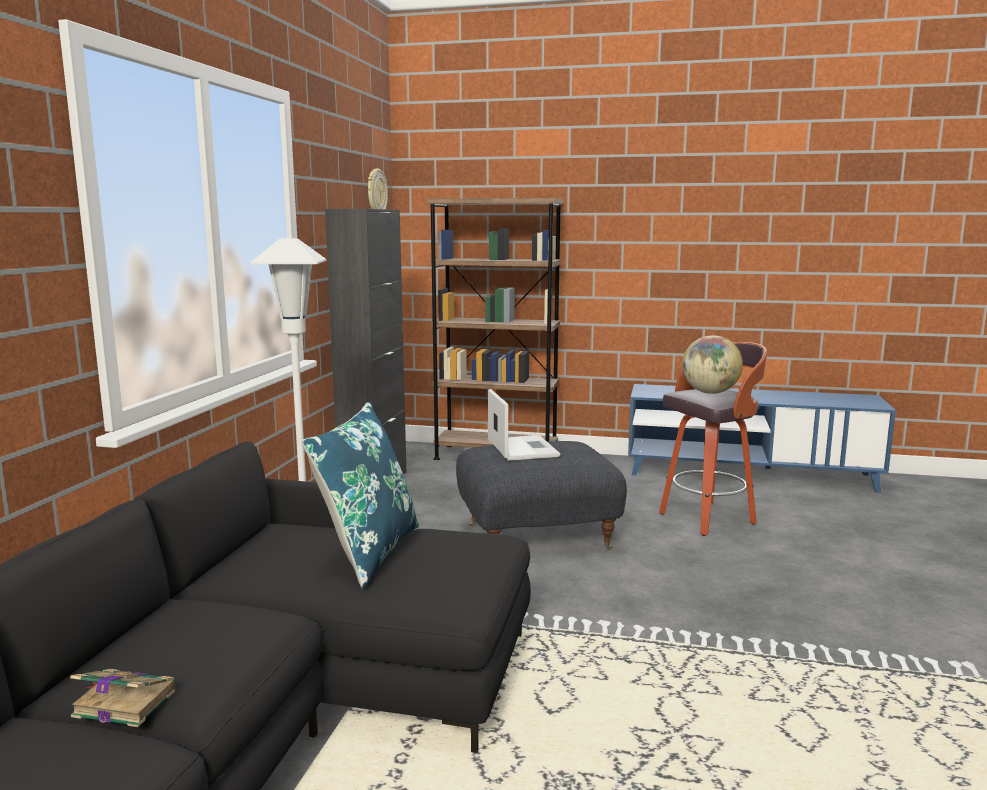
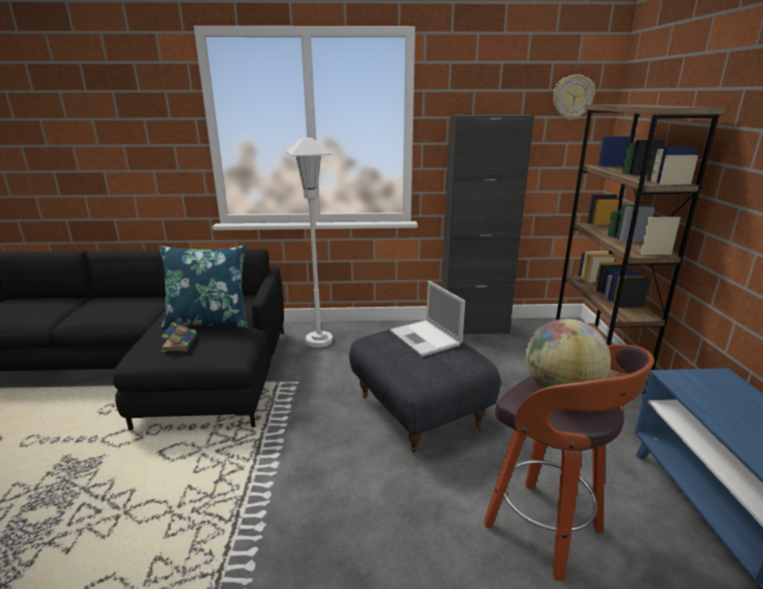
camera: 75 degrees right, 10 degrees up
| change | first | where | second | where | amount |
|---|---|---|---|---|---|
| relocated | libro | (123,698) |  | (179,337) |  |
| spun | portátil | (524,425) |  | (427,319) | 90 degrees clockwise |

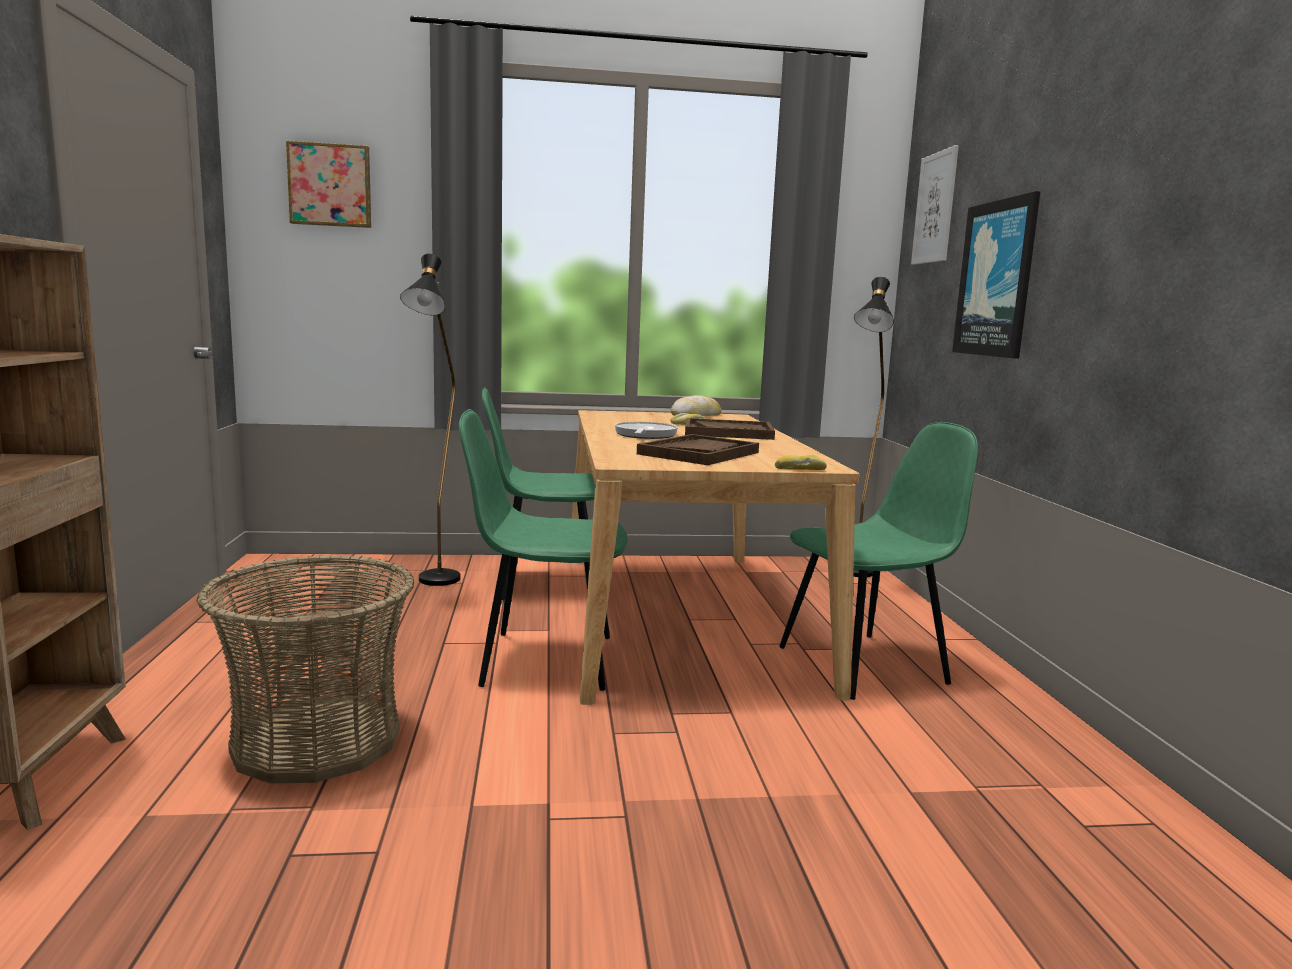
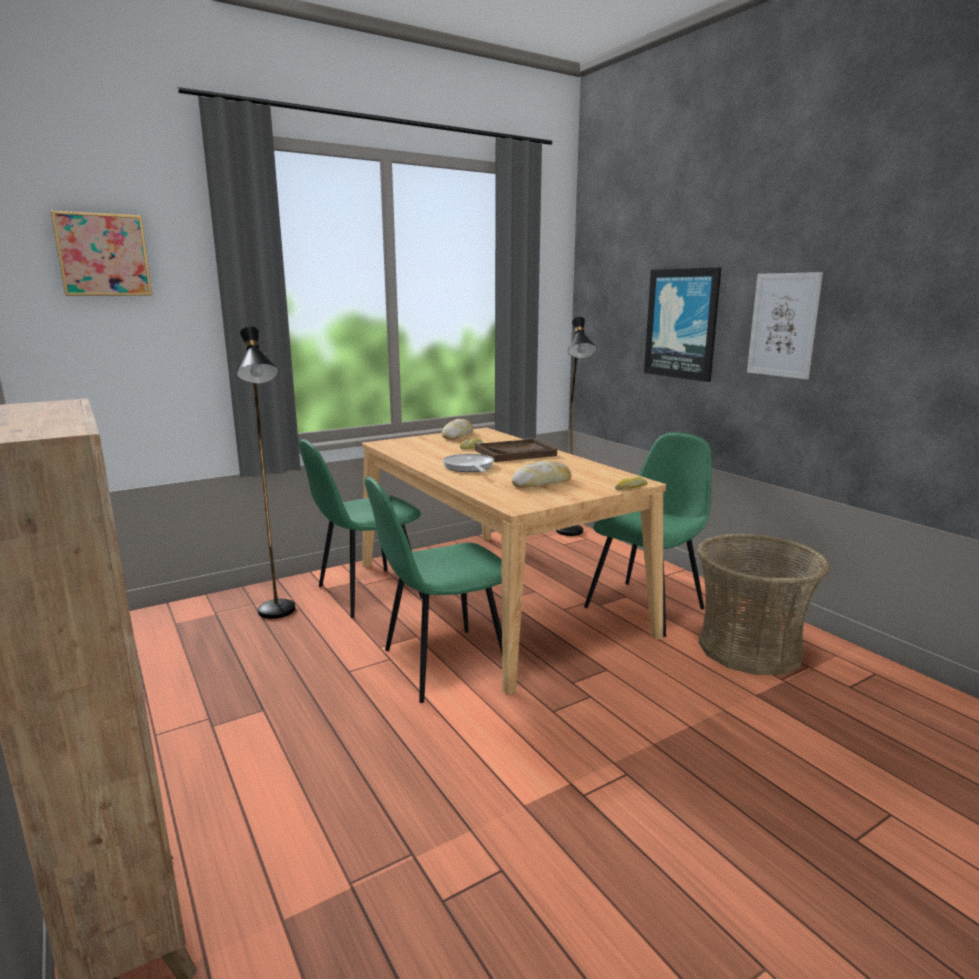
camera: 25 degrees left, 5 degrees up
| change | first | where | second | where | amount |
|---|---|---|---|---|---|
| exchanged | bandeja (marrón) | (698,449) | pan | (541,474) |  |
| relocated | cesta | (305,669) |  | (763,604) |  |
| relocated | cuadro | (935,205) |  | (785,326) |  |

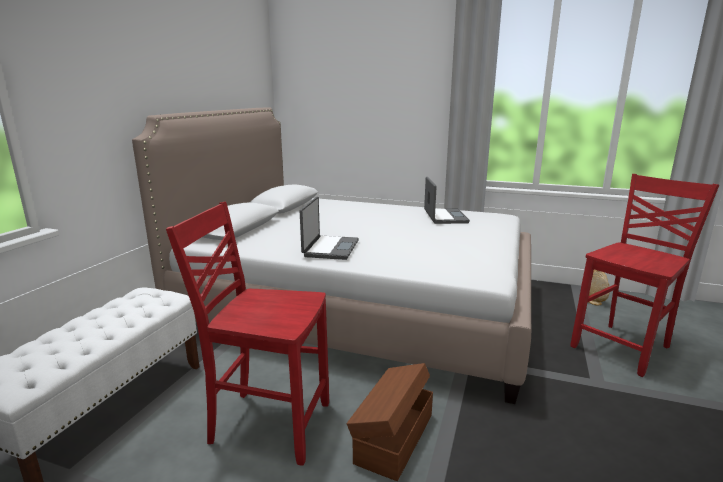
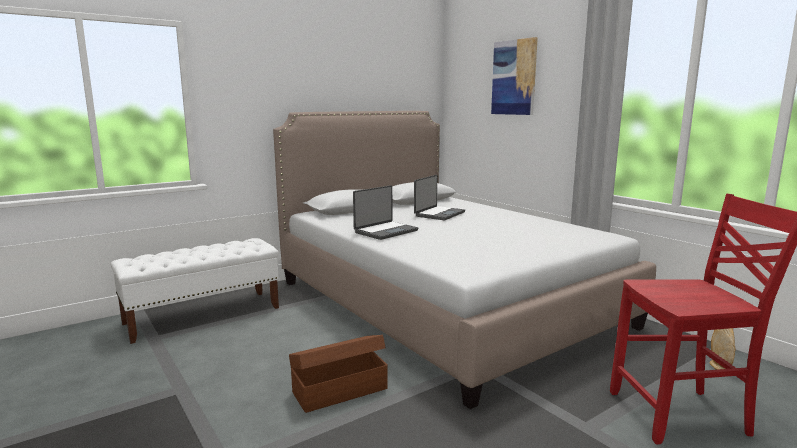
camera: 35 degrees right, 5 degrees down
| change | first | where | second | where | amount |
|---|---|---|---|---|---|
| relocated | portátil | (447,200) |  | (439,197) |  |
| appeared |  |  | cuadro | (514,76) |  |
| missing | silla (rojo) | (247,334) |  |  |  |

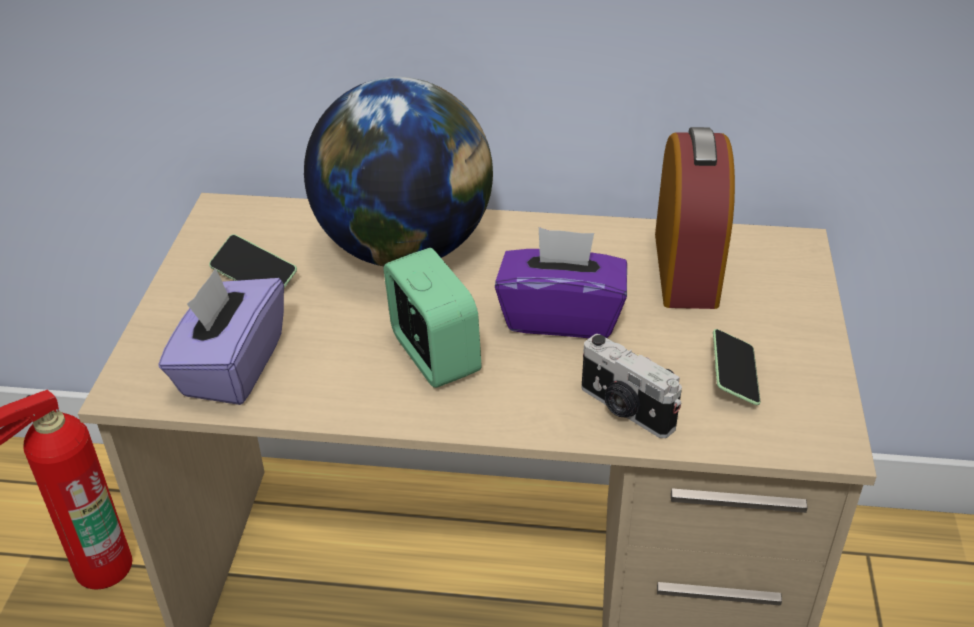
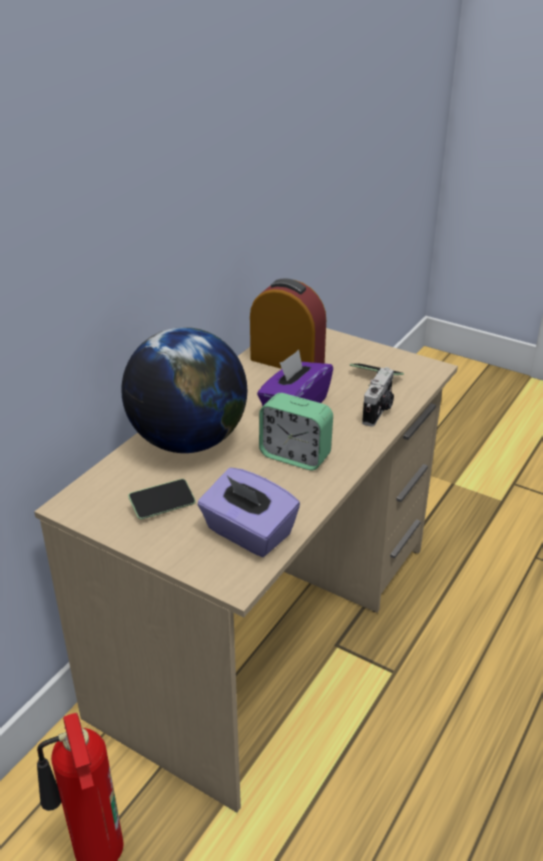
camera: 65 degrees left, 5 degrees down
| change | first | where | second | where | amount |
|---|---|---|---|---|---|
| spun | despertador | (432,318) |  | (296,431) | 150 degrees counterclockwise |
| spun | cámara | (631,386) |  | (378,397) | 45 degrees counterclockwise |

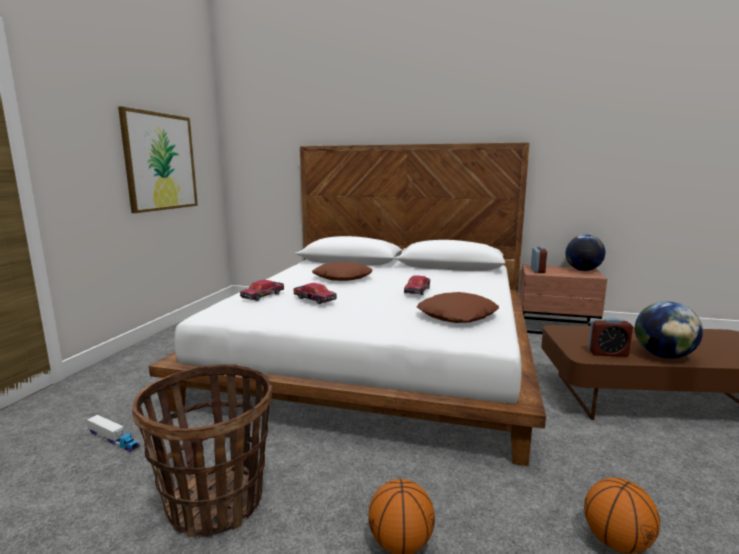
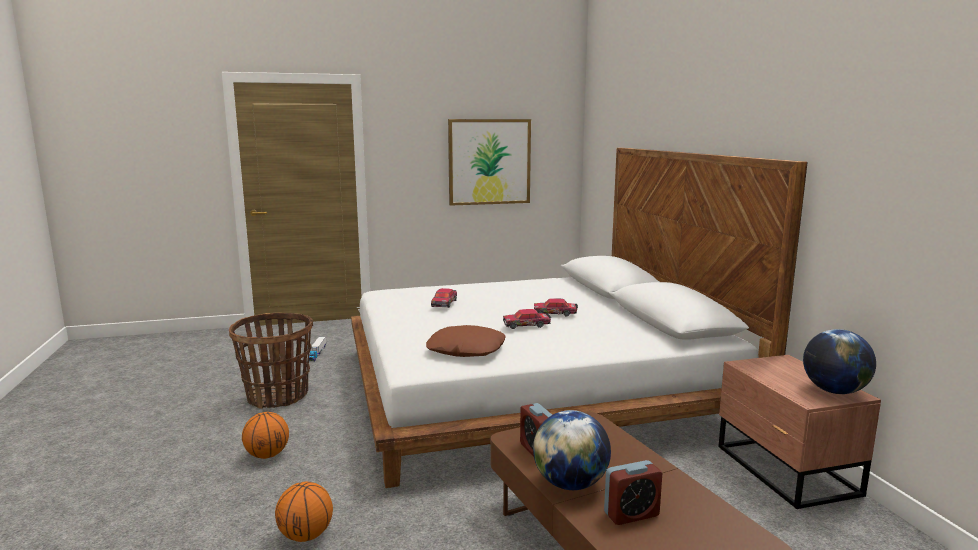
camera: 60 degrees right, 0 degrees up
| change | first | where | second | where | amount |
|---|---|---|---|---|---|
| relocated | coche de juguete | (262,290) |  | (556,307) |  |
| relocated | despertador | (539,259) |  | (633,492) |  |
| missing | cojín (marrón) | (342,271) |  |  |  |

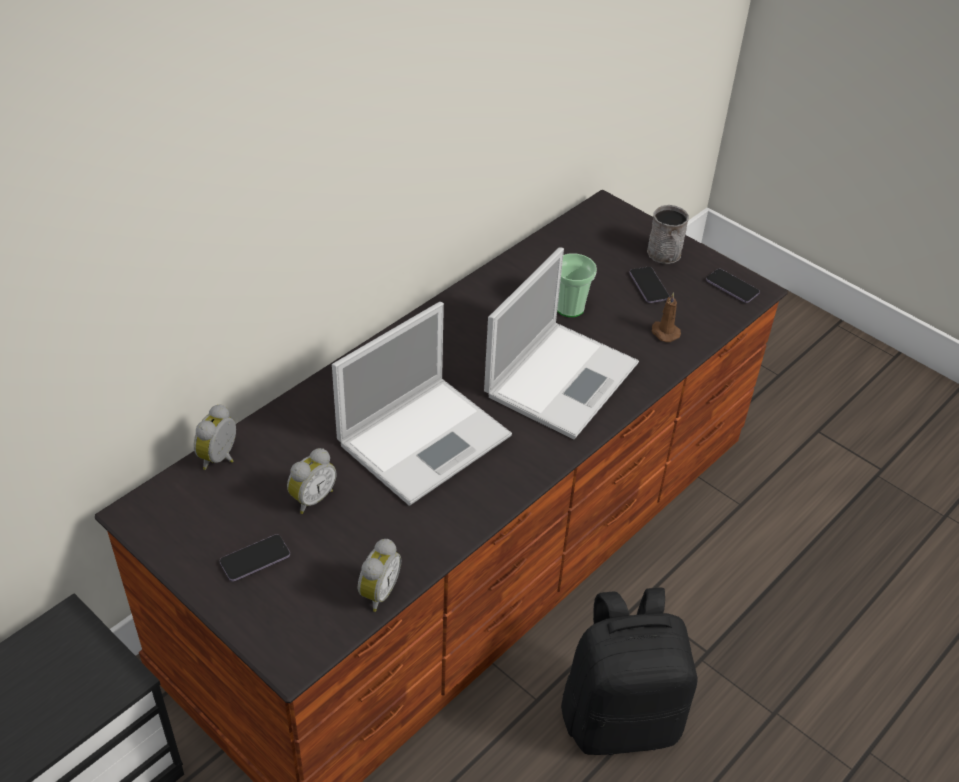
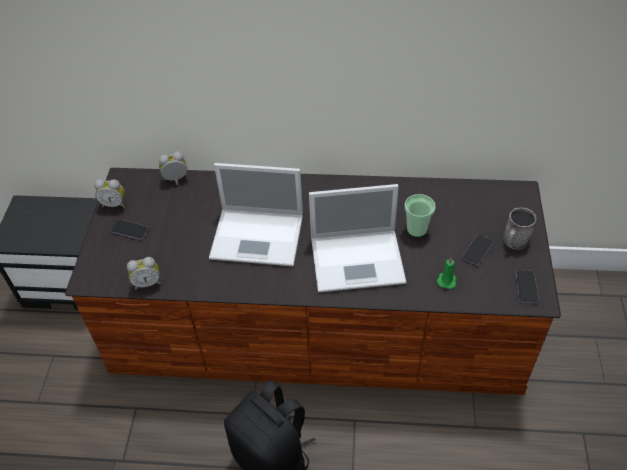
camera: 55 degrees right, 5 degrees up
| change | first | where | second | where | amount |
|---|---|---|---|---|---|
| relocated | despertador | (312,481) |  | (109,193) |  |
| colour | vela (marrón) | (666,317) | vela (verde) | (447,273) |  |

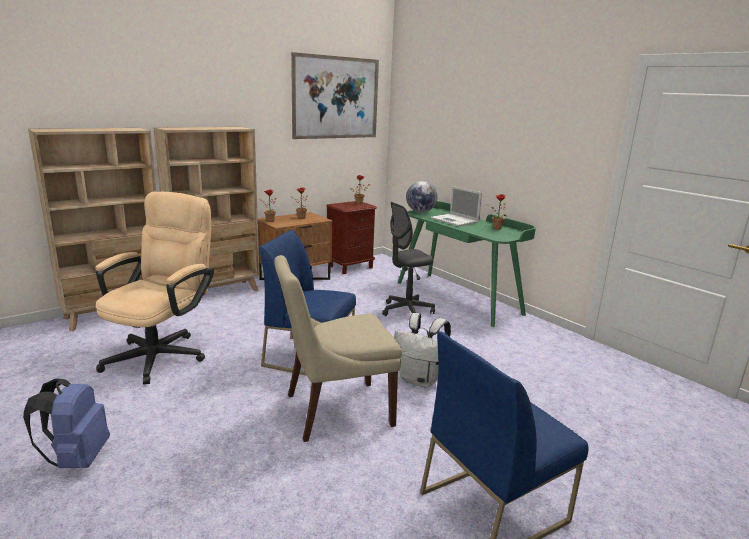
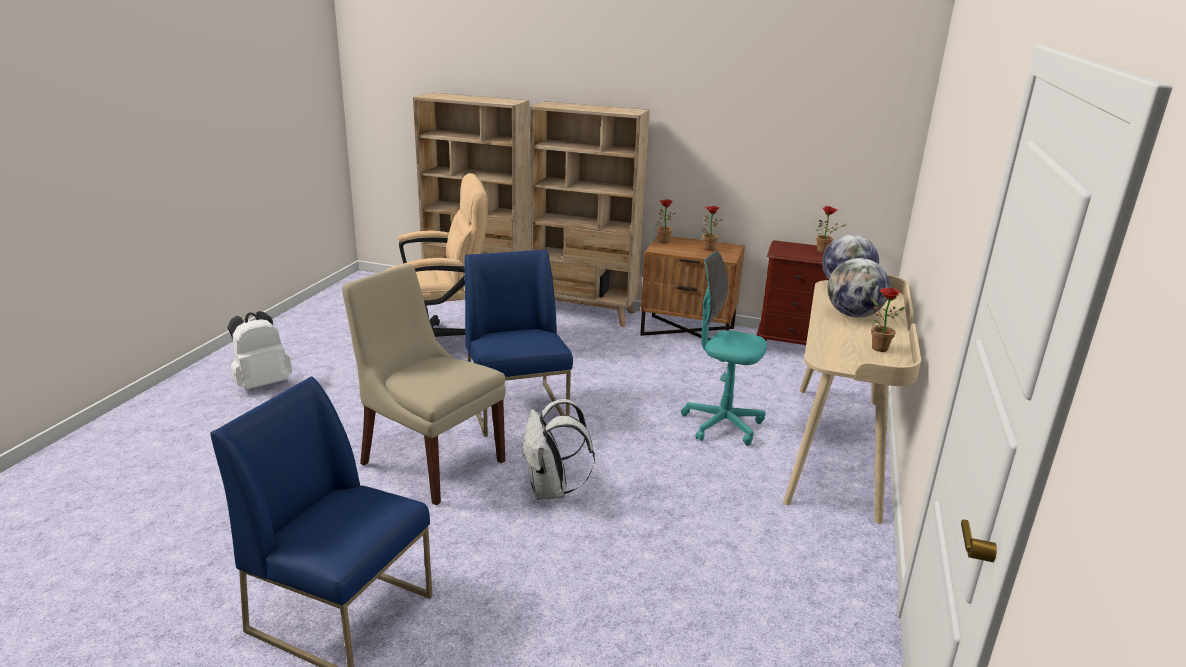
camera: 55 degrees right, 5 degrees up
| change | first | where | second | where | amount |
|---|---|---|---|---|---|
| colour | mochila (azul) | (66,423) | mochila (blanco) | (259,350) |  |
| colour | silla de oficina (gris) | (408,259) | silla de oficina (turquesa) | (724,348) |  |
| colour | escritorio (verde) | (467,264) | escritorio (beis) | (852,399) |  |
| exchanged | portátil | (456,206) | globo terráqueo | (858,288) |  |
| missing | cuadro | (335,95) |  |  |  |

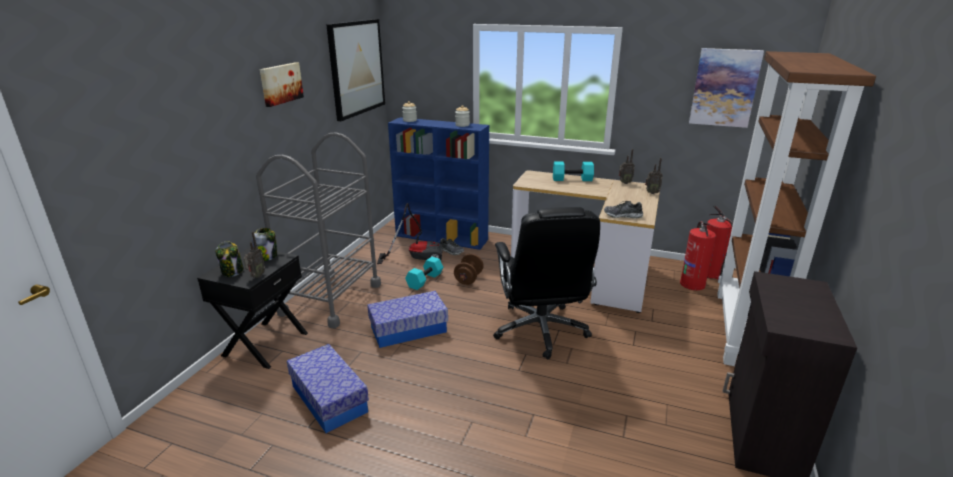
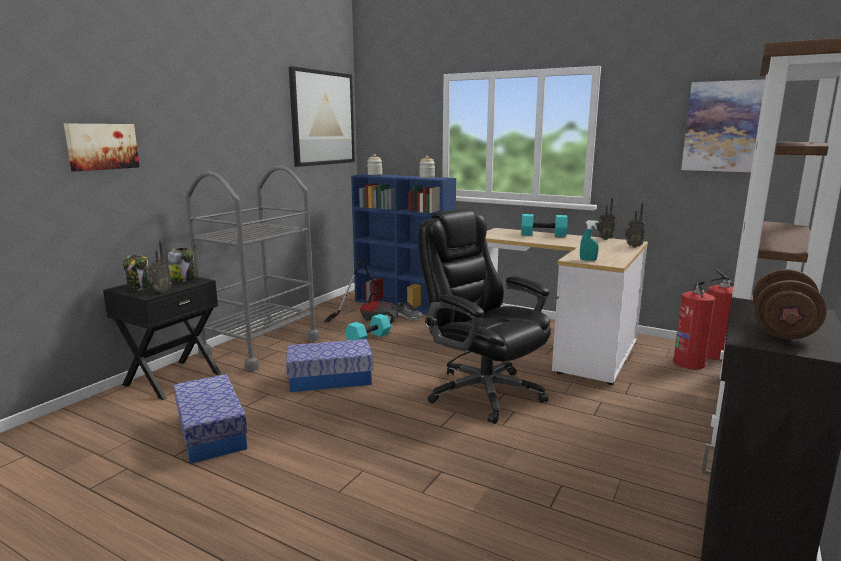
camera: 10 degrees right, 10 degrees down
| change | first | where | second | where | amount |
|---|---|---|---|---|---|
| relocated | cuadro | (282,84) |  | (102,147) |  |
| spun | silla de oficina (negro) | (546,283) |  | (485,316) | 135 degrees clockwise |
| exchanged | zapato | (623,210) | pulverizador (turquesa) | (589,240) |  |
| relocated | mancuerna (marrón) | (469,269) |  | (789,304) |  |

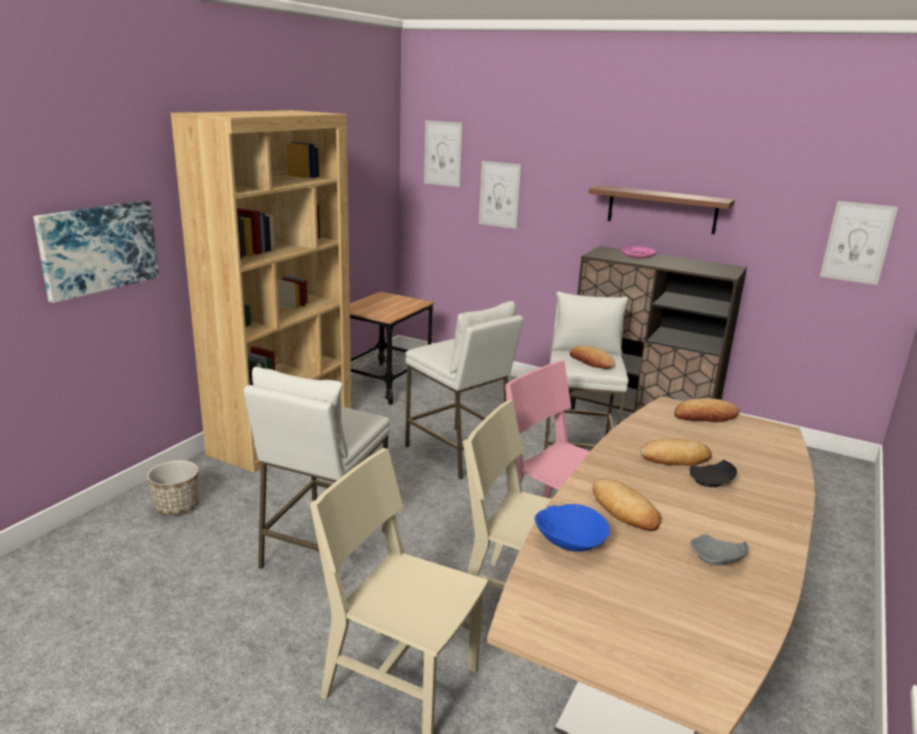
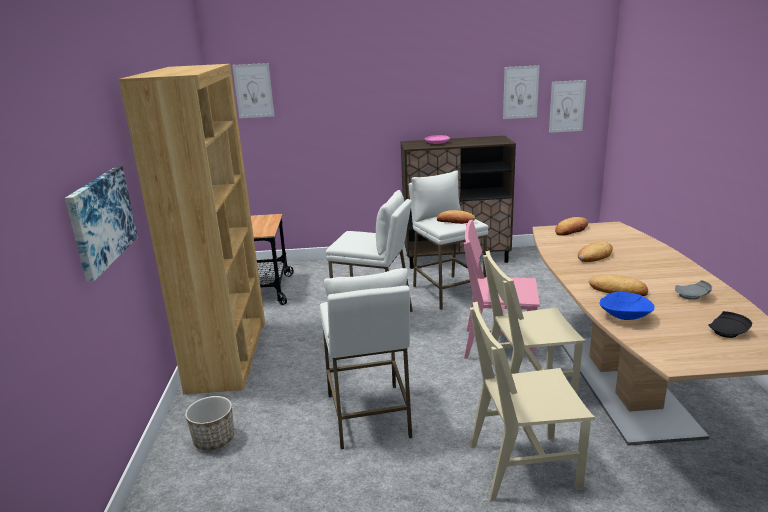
camera: 30 degrees left, 0 degrees up
| change | first | where | second | where | amount |
|---|---|---|---|---|---|
| relocated | cuadro | (500,195) |  | (521,92) |  |
| relocated | plato (negro) | (713,473) |  | (730,324) |  |
| missing | estante (marrón) | (662,209) |  |  |  |

